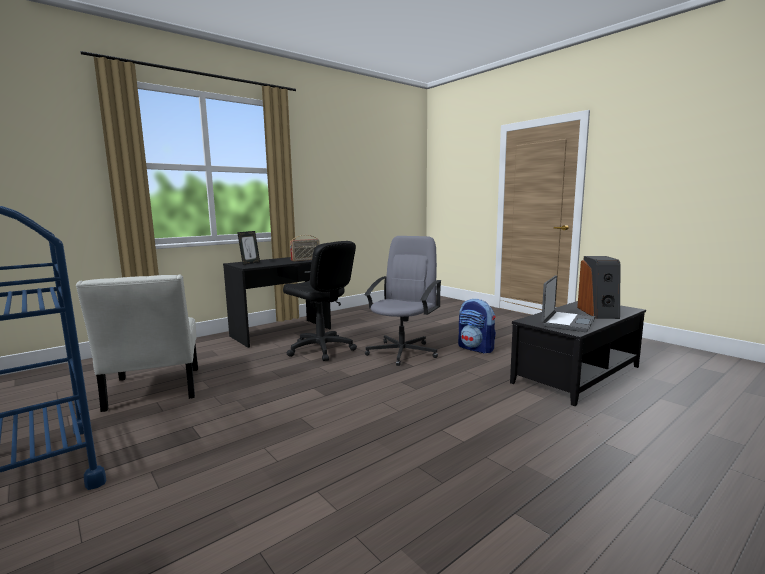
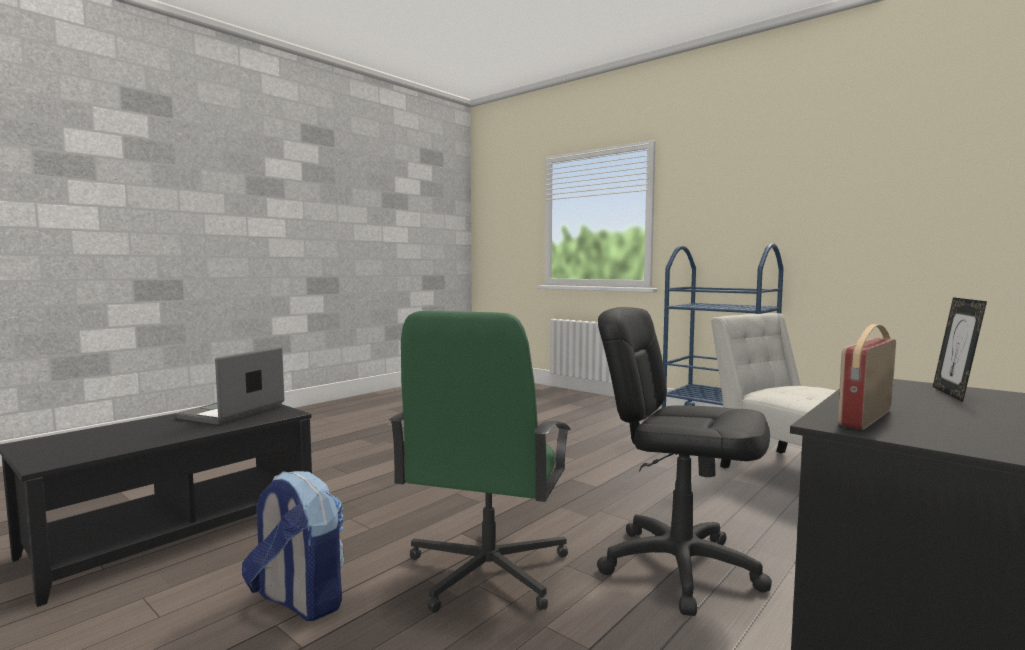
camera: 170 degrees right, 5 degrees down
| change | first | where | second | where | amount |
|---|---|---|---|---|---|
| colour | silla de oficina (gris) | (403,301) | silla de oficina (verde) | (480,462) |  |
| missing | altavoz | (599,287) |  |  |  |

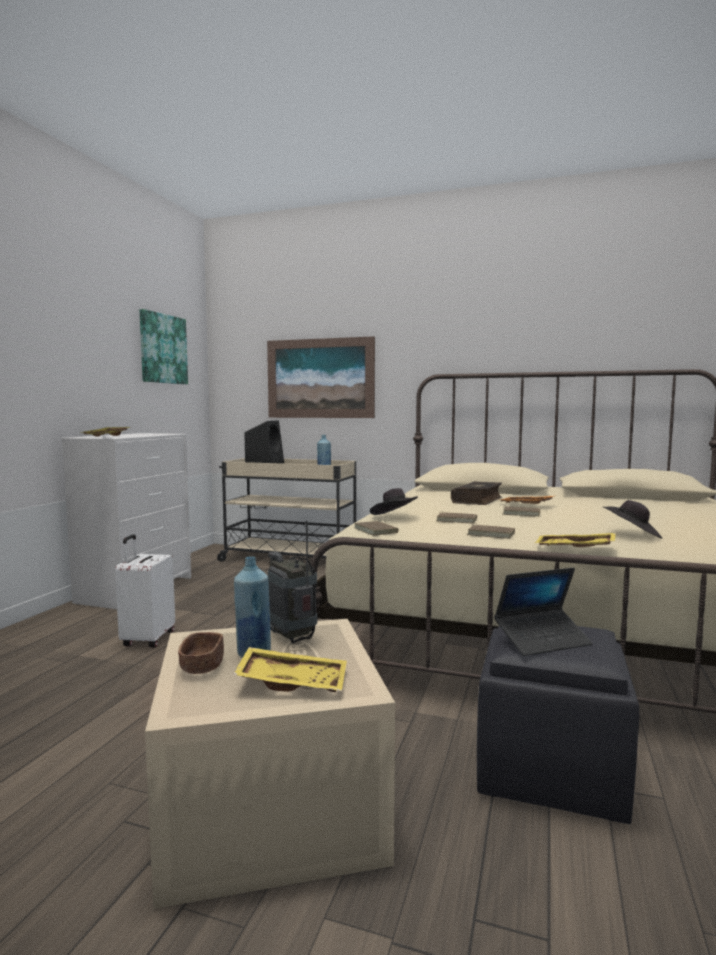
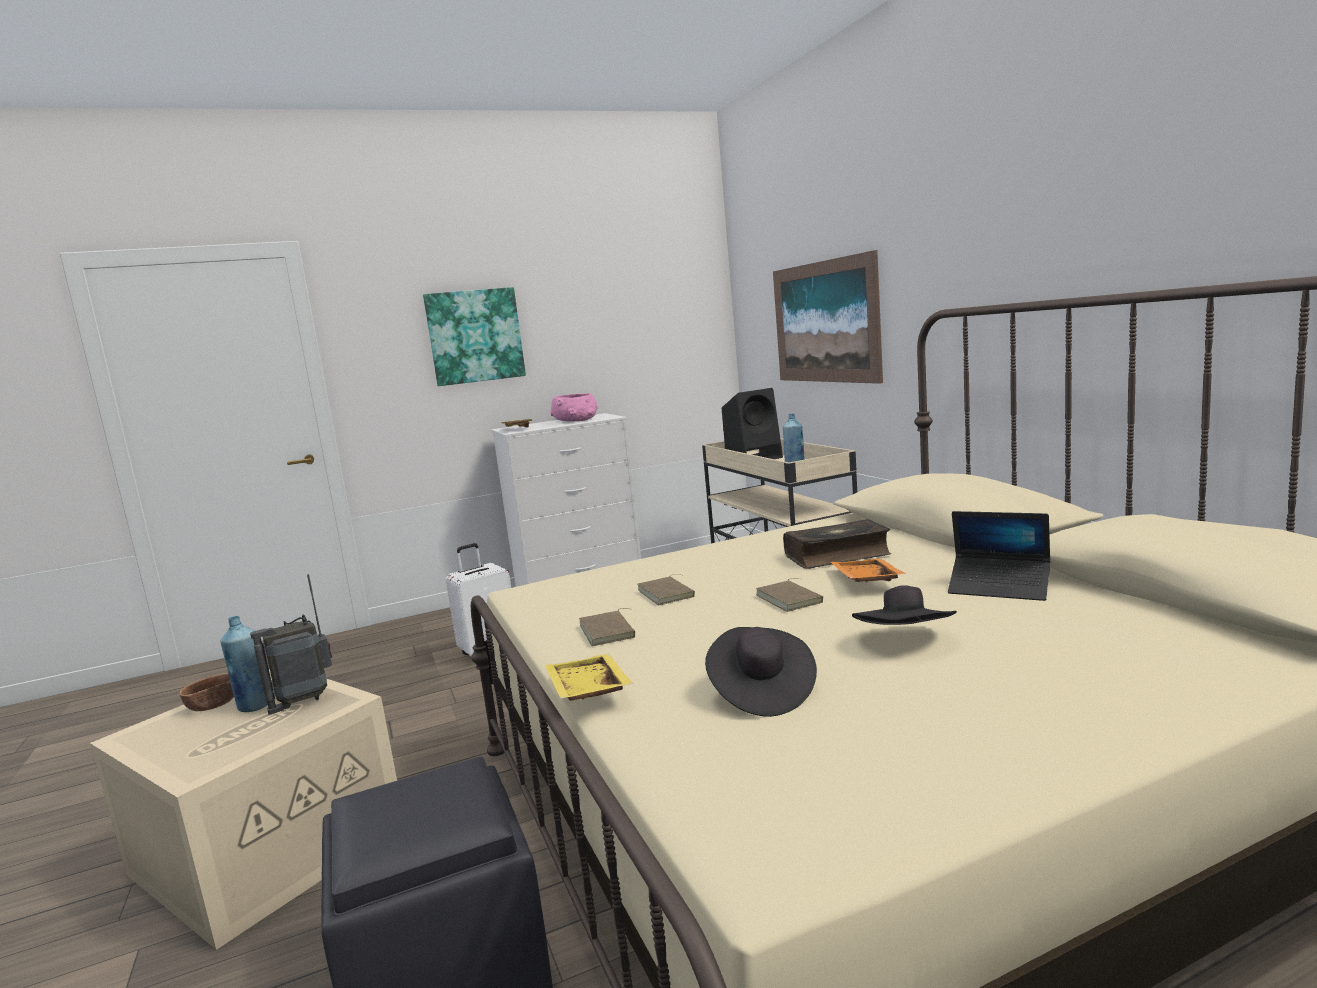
camera: 50 degrees right, 5 degrees up
| change | first | where | second | where | amount |
|---|---|---|---|---|---|
| spun | radio | (292,581) |  | (291,644) | 135 degrees counterclockwise |
| relocated | cuadro | (163,346) |  | (474,336) |  |
| appeared |  |  | cuenco (rosa) | (574,407) |  |
| relocated | sombrero (negro) | (394,501) |  | (904,605) |  |
| relocated | portátil | (543,611) |  | (999,556) |  |
| missing | bandeja (amarillo) | (290,669) |  |  |  |
| missing | libro (marrón) | (376,528) |  |  |  |

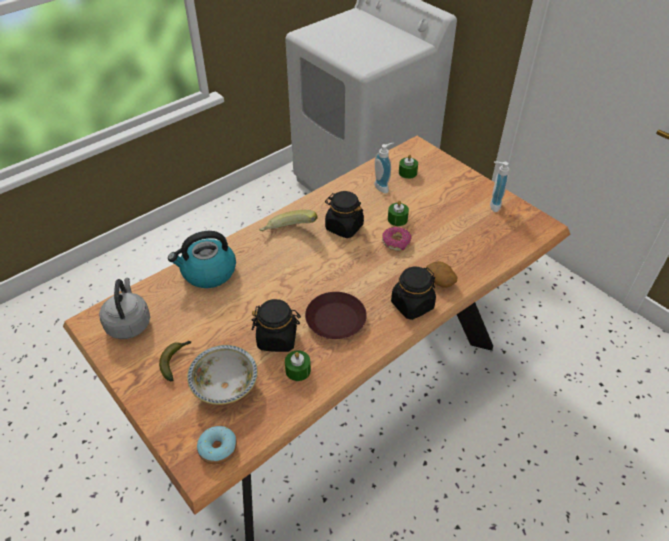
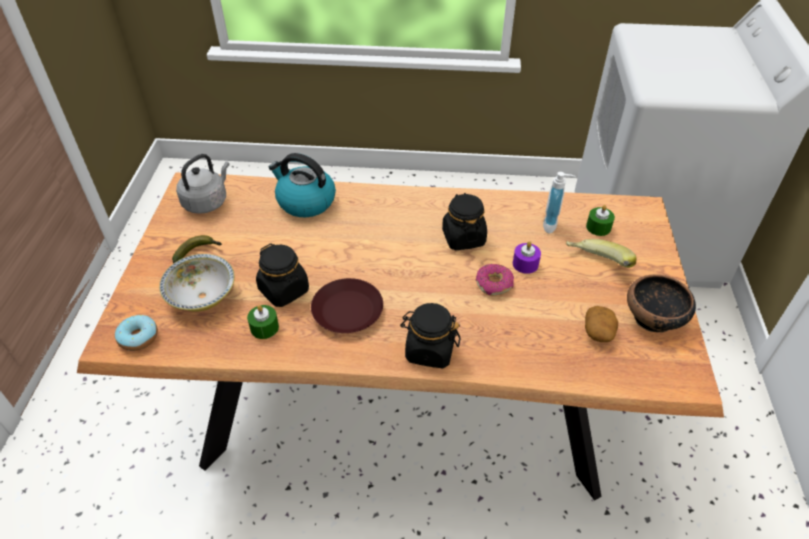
camera: 45 degrees right, 0 degrees up
| change | first | where | second | where | amount |
|---|---|---|---|---|---|
| colour | vela (verde) | (398,213) | vela (morado) | (527,257) |  |
| relocated | plátano | (288,221) |  | (601,253) |  |
| relocated | patata | (441,274) |  | (601,324) |  |
| exchanged | dispensador de jabón | (499,187) | cuenco | (661,303) |  |

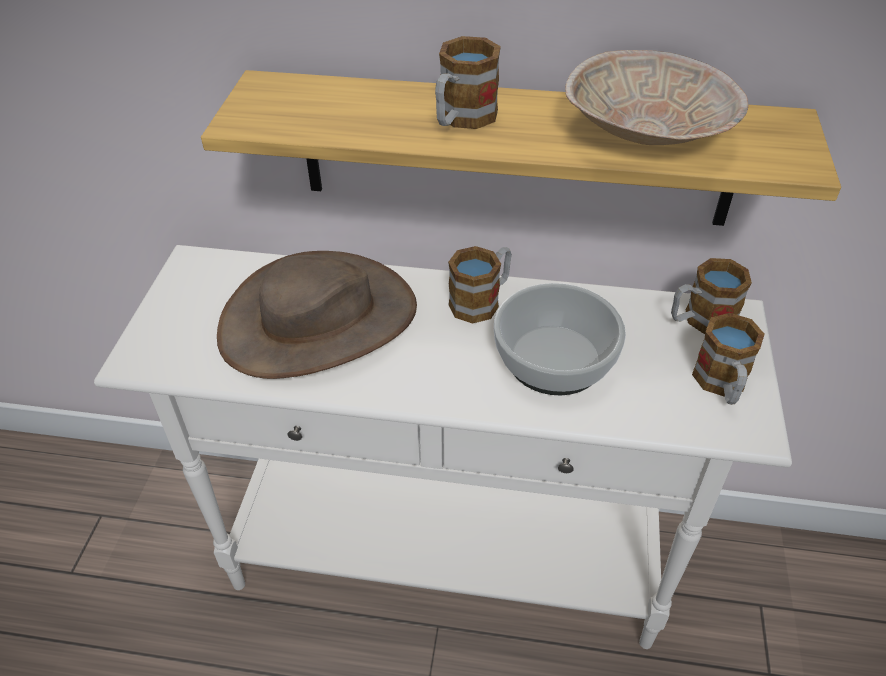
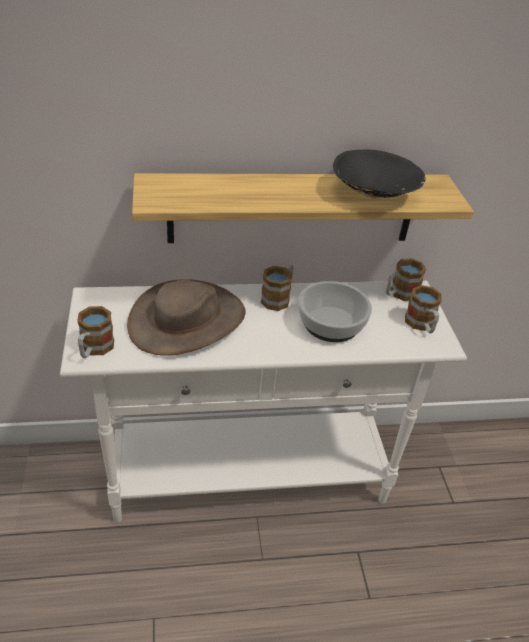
camera: 20 degrees left, 5 degrees down
| change | first | where | second | where | amount |
|---|---|---|---|---|---|
| relocated | taza grande | (468,82) |  | (95,332) |  |
| colour | cuenco (beis) | (657,97) | cuenco (negro) | (379,173) |  |

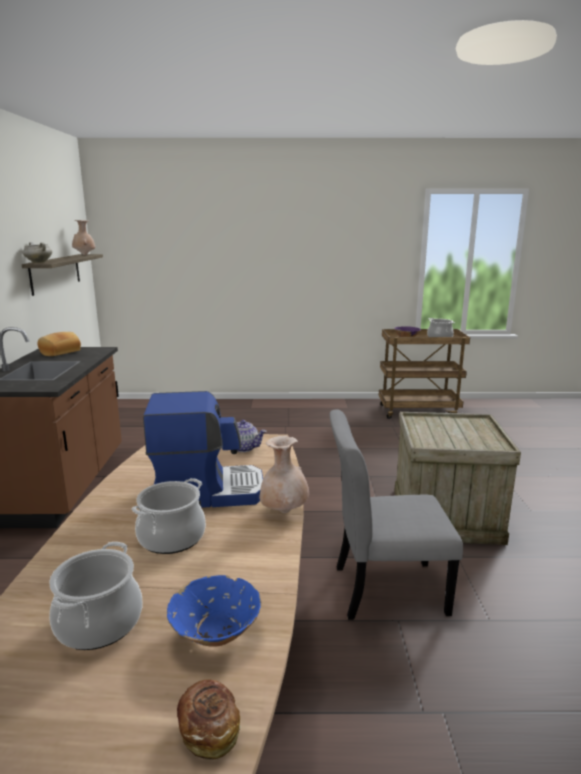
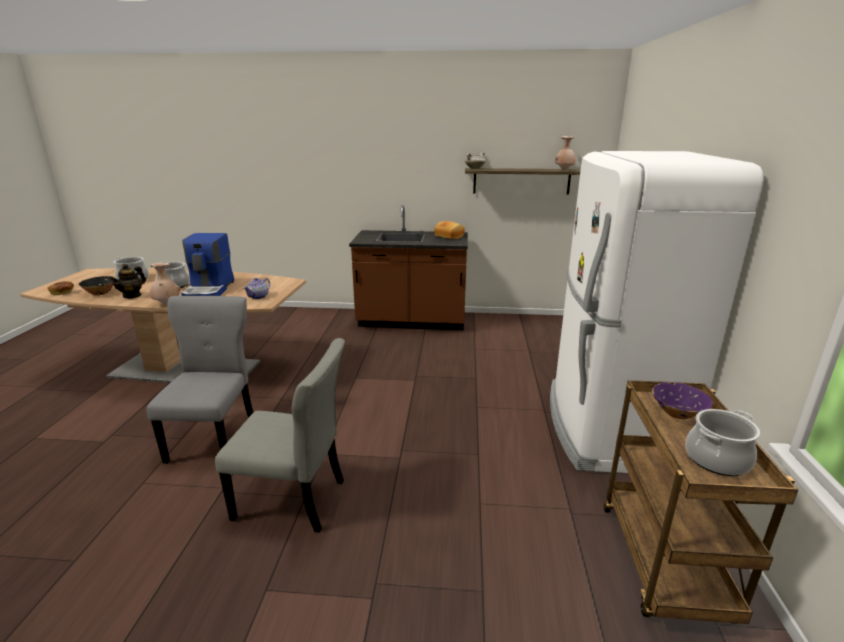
camera: 95 degrees right, 5 degrees up
| change | first | where | second | where | amount |
|---|---|---|---|---|---|
| colour | cuenco (azul) | (214,611) | cuenco (negro) | (97,286) |  |
| appeared |  |  | tetera | (127,281) |  |
| exchanged | caja de embalaje | (457,478) | silla (gris) | (280,435) |  |
| appeared |  |  | nevera (blanco) | (657,312) |  |

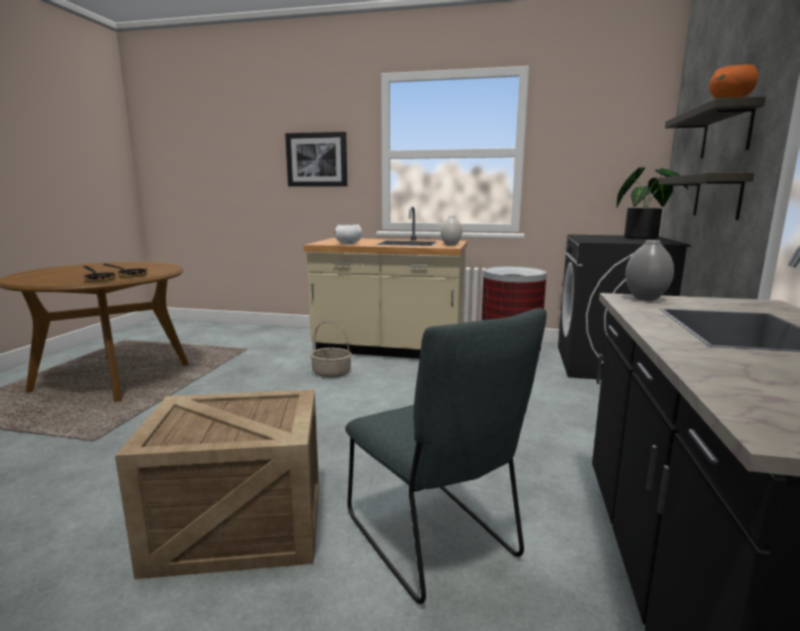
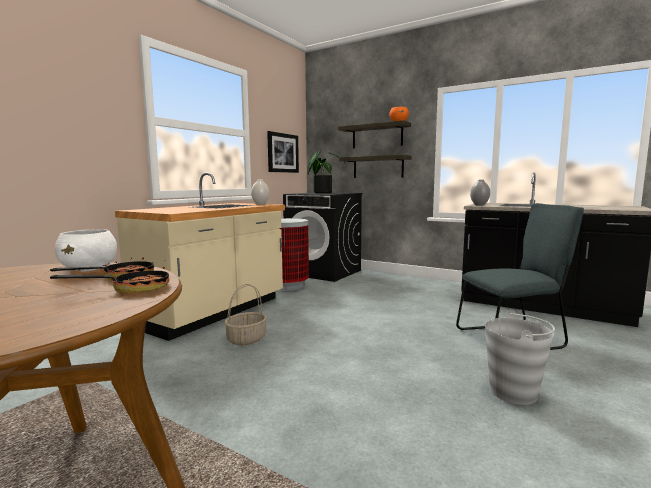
camera: 70 degrees left, 5 degrees down
| change | first | where | second | where | amount |
|---|---|---|---|---|---|
| relocated | cuenco (blanco) | (348,234) |  | (85,250) |  |
| relocated | cuadro | (316,159) |  | (283,152) |  |
| exchanged | caja de embalaje | (217,484) | cubo (gris) | (520,357) |  |

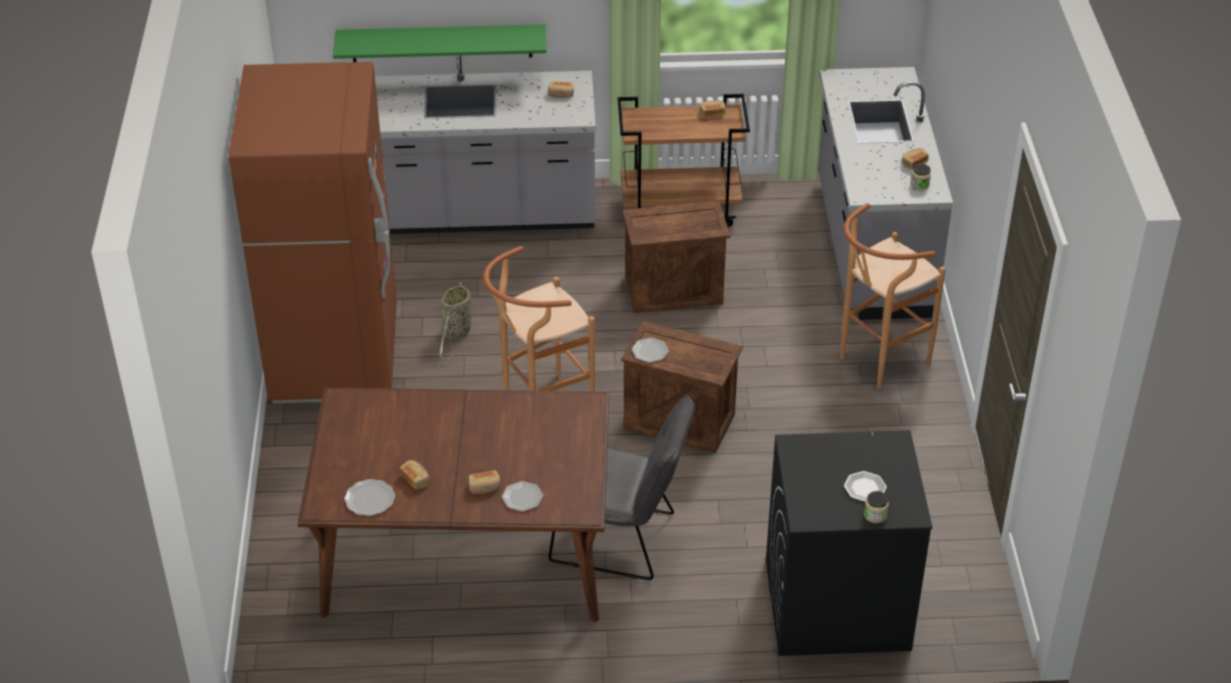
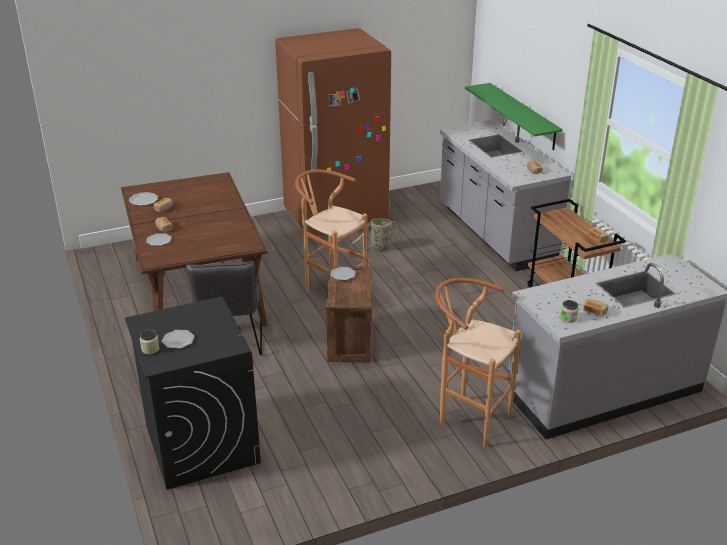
camera: 70 degrees right, 10 degrees down
| change | first | where | second | where | amount |
|---|---|---|---|---|---|
| missing | caja de embalaje | (676,257) |  |  |  |

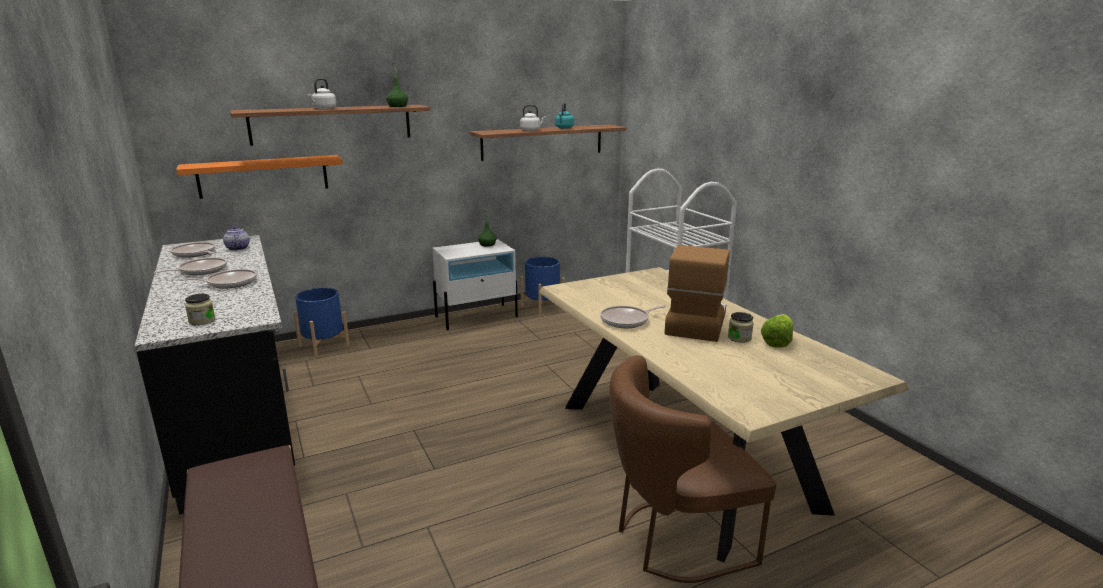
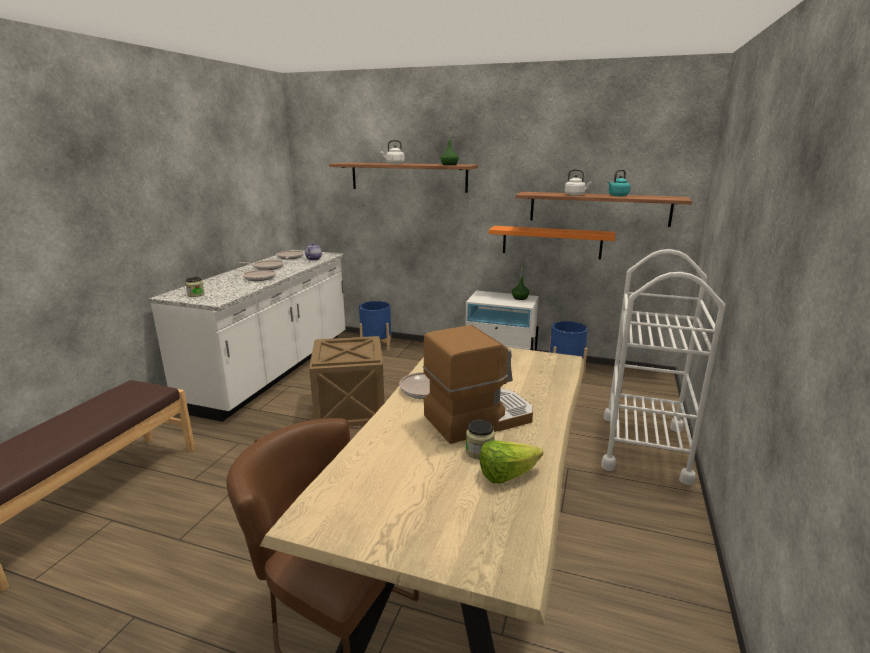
camera: 45 degrees right, 0 degrees up
| change | first | where | second | where | amount |
|---|---|---|---|---|---|
| colour | mueble bajo de cocina (negro) | (215,375) | mueble bajo de cocina (blanco) | (247,336) |  |
| appeared |  |  | caja de embalaje | (346,381) |  |
| relocated | estante (naranja) | (259,177) |  | (552,242) |  |

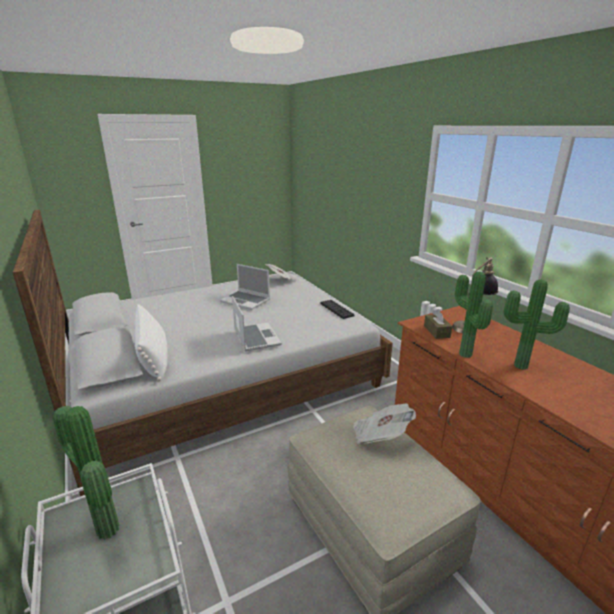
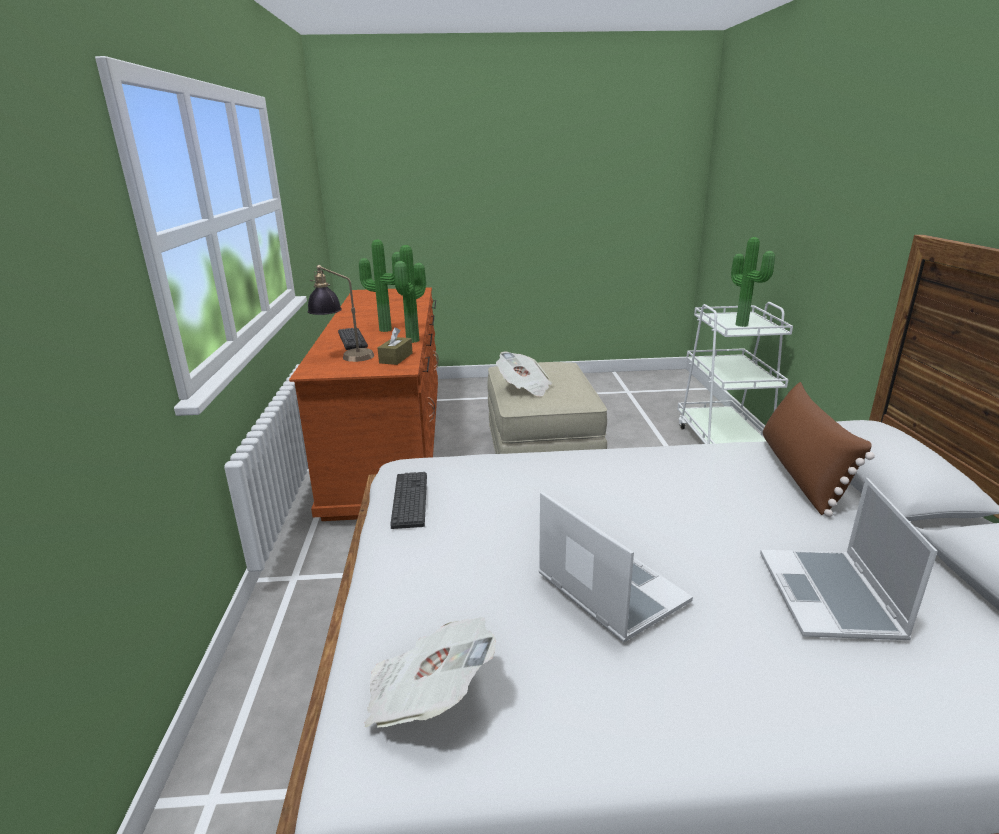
camera: 155 degrees left, 0 degrees up
| change | first | where | second | where | amount |
|---|---|---|---|---|---|
| appeared |  |  | teclado | (353,339) |  |
| relocated | portátil | (257,324) |  | (849,559) |  |
| colour | cojín (blanco) | (151,342) | cojín (marrón) | (819,449) |  |

